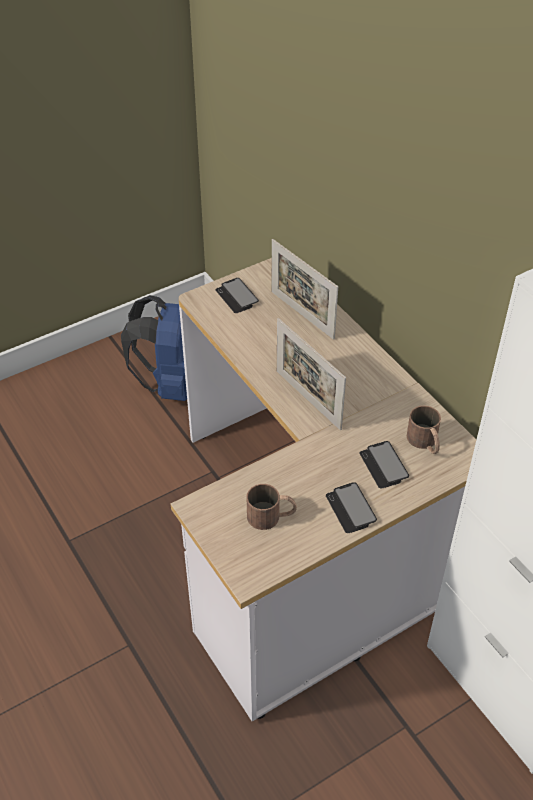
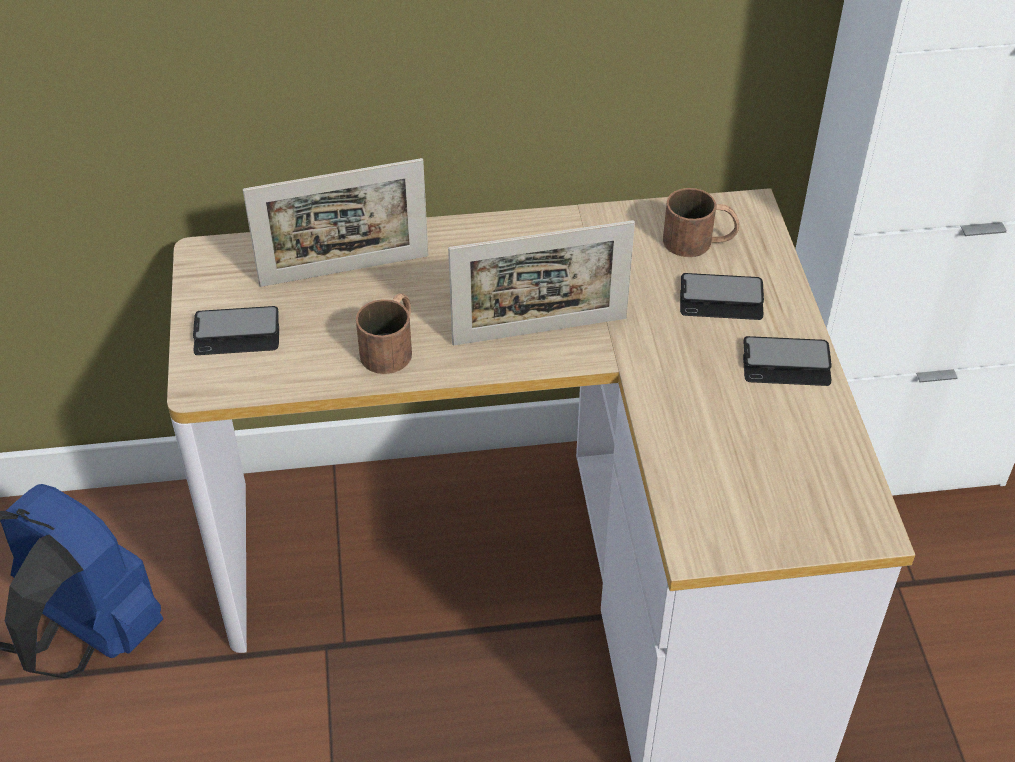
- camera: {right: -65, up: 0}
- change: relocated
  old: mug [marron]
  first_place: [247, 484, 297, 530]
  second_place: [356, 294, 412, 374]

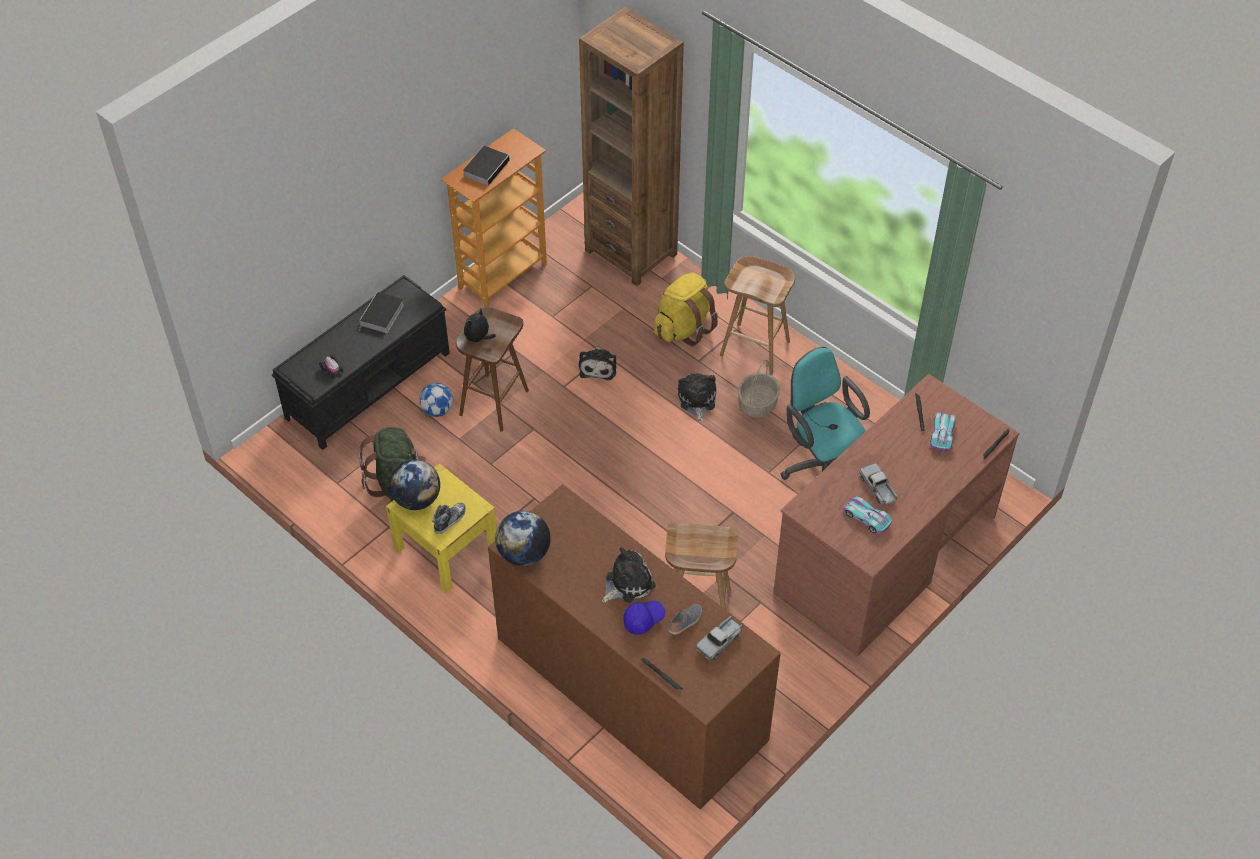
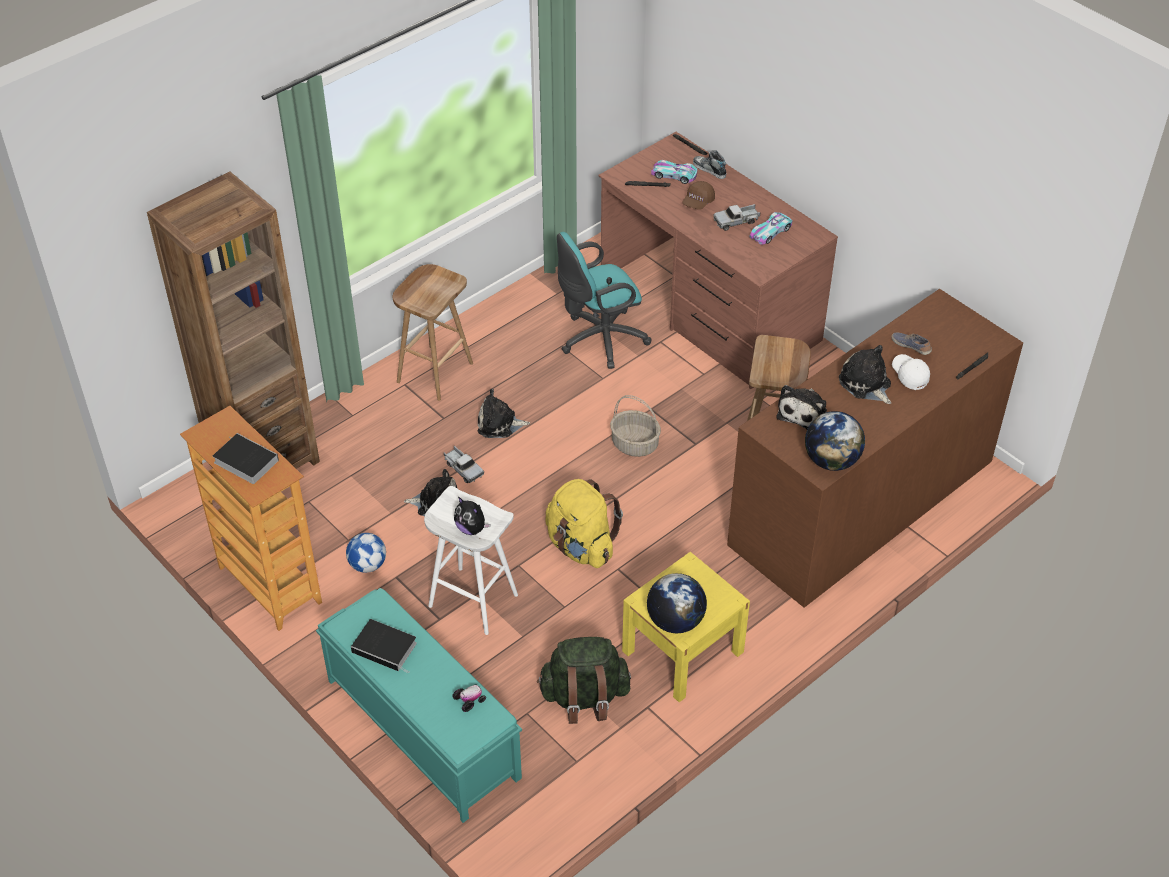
- camera: {right: -85, up: -5}
- change: colour
  old: banc [noir]
  new: banc [turquoise]
  first_place: [272, 275, 450, 450]
  second_place: [316, 588, 522, 823]
- change: relocated
  old: ballon de foot
  first_place: [419, 383, 453, 417]
  second_place: [346, 533, 386, 573]
- change: relocated
  old: chaussure
  first_place: [432, 503, 466, 534]
  second_place: [693, 150, 726, 179]
- change: colour
  old: tabouret [marron]
  new: tabouret [blanc]
  first_place: [456, 307, 529, 432]
  second_place: [424, 486, 518, 635]
- change: colour
  old: casquette [bleu]
  new: casquette [blanc]
  first_place: [623, 601, 665, 635]
  second_place: [892, 354, 930, 390]
- change: relocated
  old: sac à dos [jaune]
  first_place: [654, 272, 718, 346]
  second_place: [545, 479, 623, 568]
- change: relocated
  old: camion jouet
  first_place: [696, 615, 743, 660]
  second_place: [443, 446, 484, 483]
- change: relocated
  old: panier
  first_place: [738, 360, 780, 418]
  second_place: [610, 395, 661, 457]
- change: appeared
  new: casquette [marron]
  second_place: [682, 181, 715, 210]
- change: appeared
  new: peluche
  second_place: [776, 385, 827, 429]

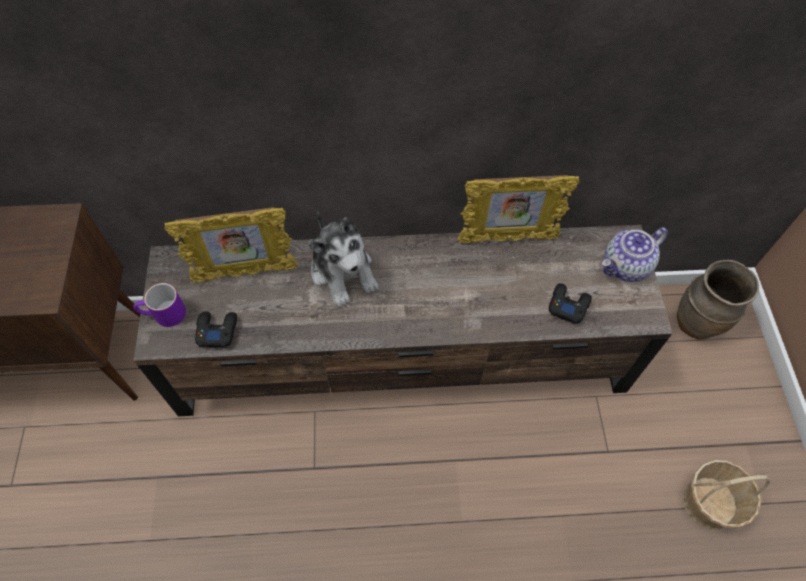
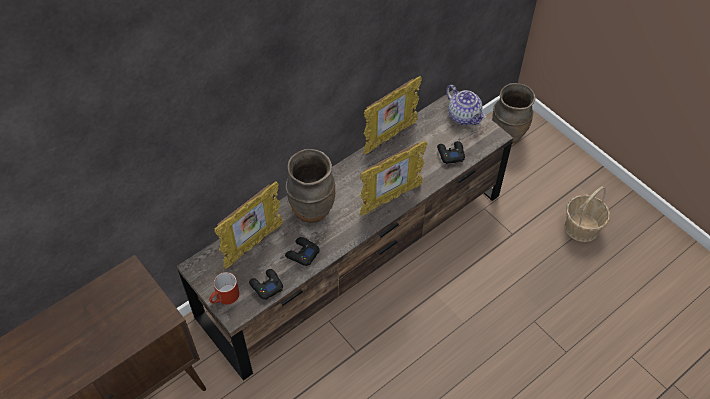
- camera: {right: -35, up: -5}
- change: colour
  old: mug [violet]
  new: mug [rouge]
  first_place: [133, 283, 186, 327]
  second_place: [209, 272, 240, 304]
- change: exchanged
  old: peluche
  new: vase [marron]
  first_place: [309, 212, 378, 307]
  second_place: [286, 149, 335, 223]
- change: spun
  old: théière
  first_place: [602, 227, 668, 282]
  second_place: [446, 85, 486, 125]
  degrees: -60
- change: appeared
  new: manette [noir]
  second_place: [285, 237, 320, 266]
- change: appeared
  new: cadre photo
  second_place: [360, 141, 427, 216]

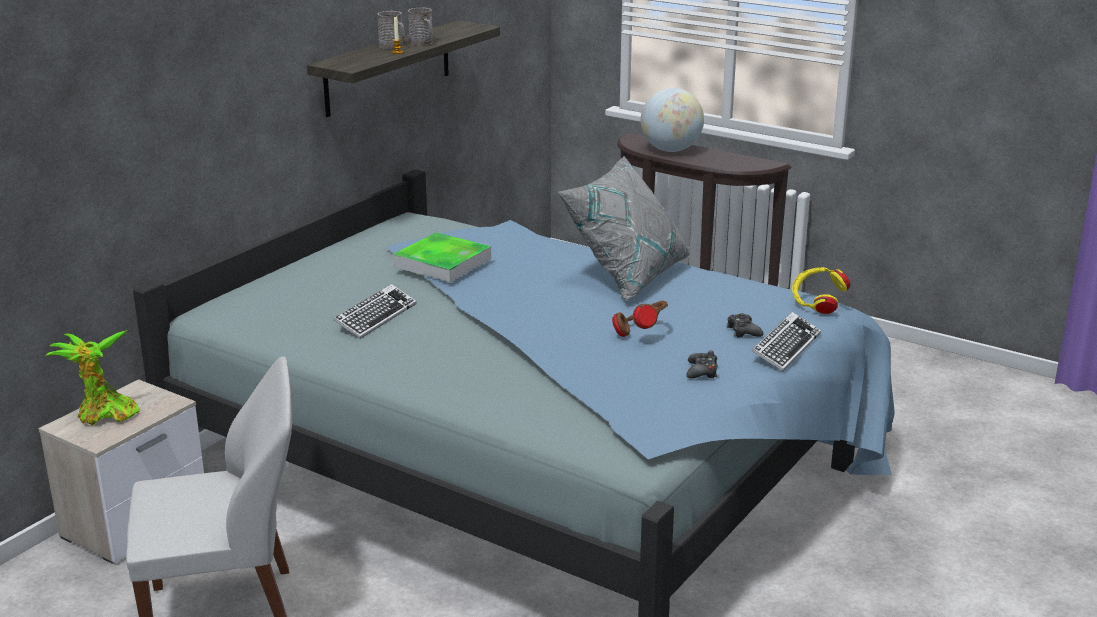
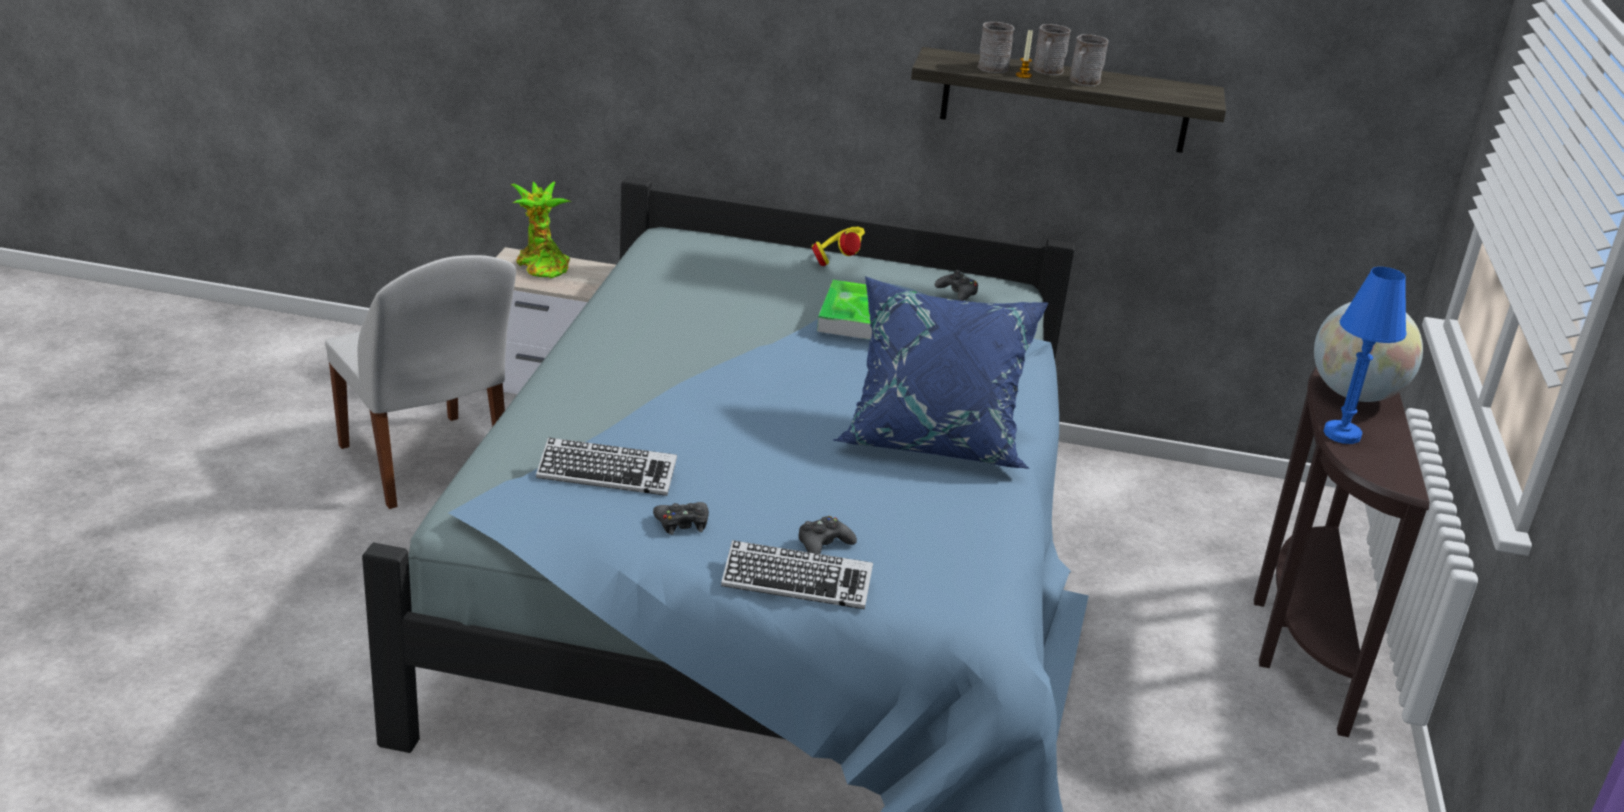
- camera: {right: 65, up: 5}
- change: relocated
  old: clavier
  first_place: [333, 284, 416, 339]
  second_place: [536, 437, 677, 496]
- change: colour
  old: coussin [gris]
  new: coussin [bleu]
  first_place: [558, 156, 689, 301]
  second_place: [833, 276, 1048, 469]
- change: missing
  old: casque audio [marron]
  first_place: [612, 301, 668, 337]
- change: relocated
  old: casque audio [jaune]
  first_place: [792, 267, 850, 314]
  second_place: [811, 227, 865, 266]
- change: appeared
  new: manette [noir]
  second_place: [935, 270, 978, 301]
- change: appeared
  new: mug [gris]
  second_place: [978, 22, 1015, 73]
- change: appeared
  new: lampe de table [bleu]
  second_place: [1324, 267, 1407, 444]

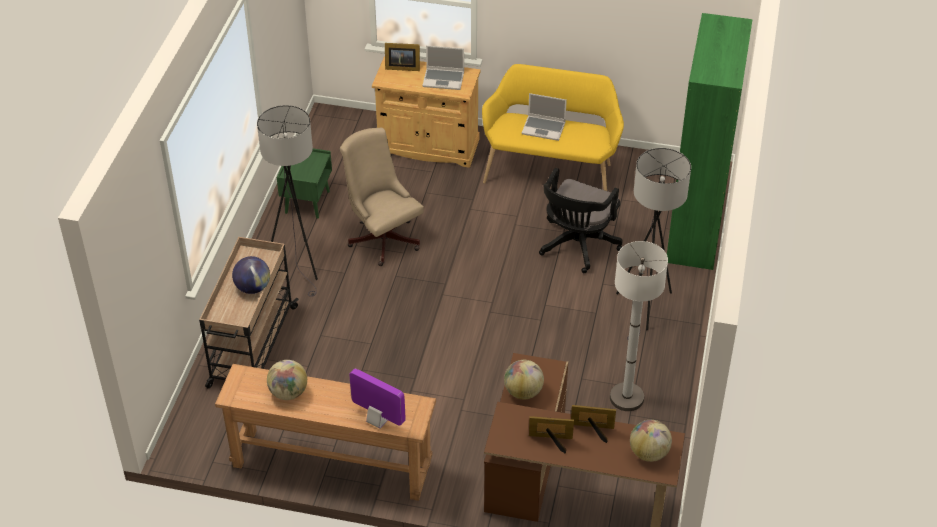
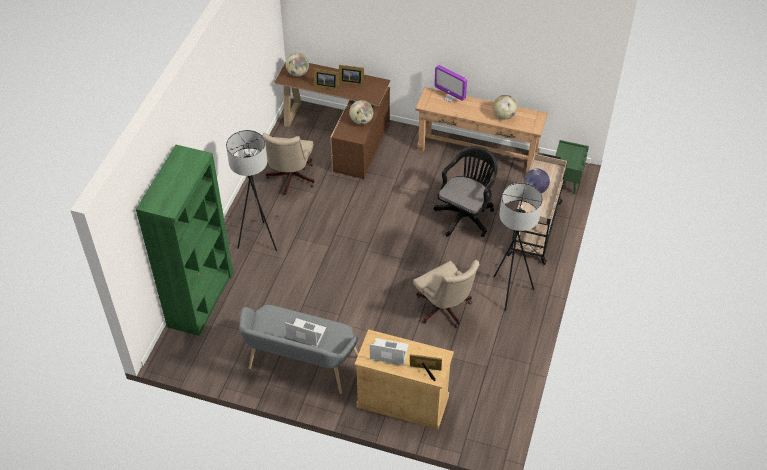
- camera: {right: -175, up: 5}
- change: relocated
  old: table de chevet [vert]
  first_place: [277, 148, 332, 219]
  second_place: [555, 140, 589, 194]
- change: colour
  old: banc [jaune]
  new: banc [gris]
  first_place: [482, 64, 624, 191]
  second_place: [239, 304, 358, 394]
- change: relocated
  old: chaise de bureau [noir]
  first_place: [539, 168, 623, 273]
  second_place: [434, 146, 498, 237]
- change: exchanged
  old: lampadaire [blanc]
  new: chaise de bureau [beige]
  first_place: [610, 241, 668, 411]
  second_place: [262, 133, 315, 195]

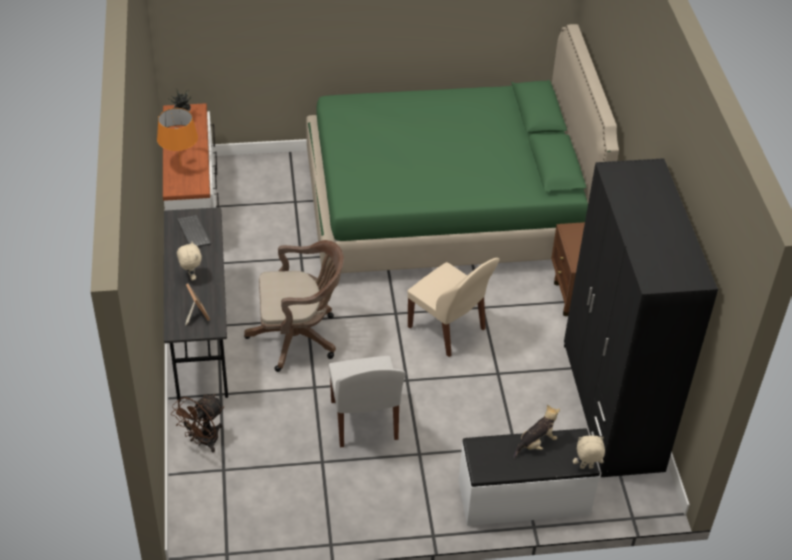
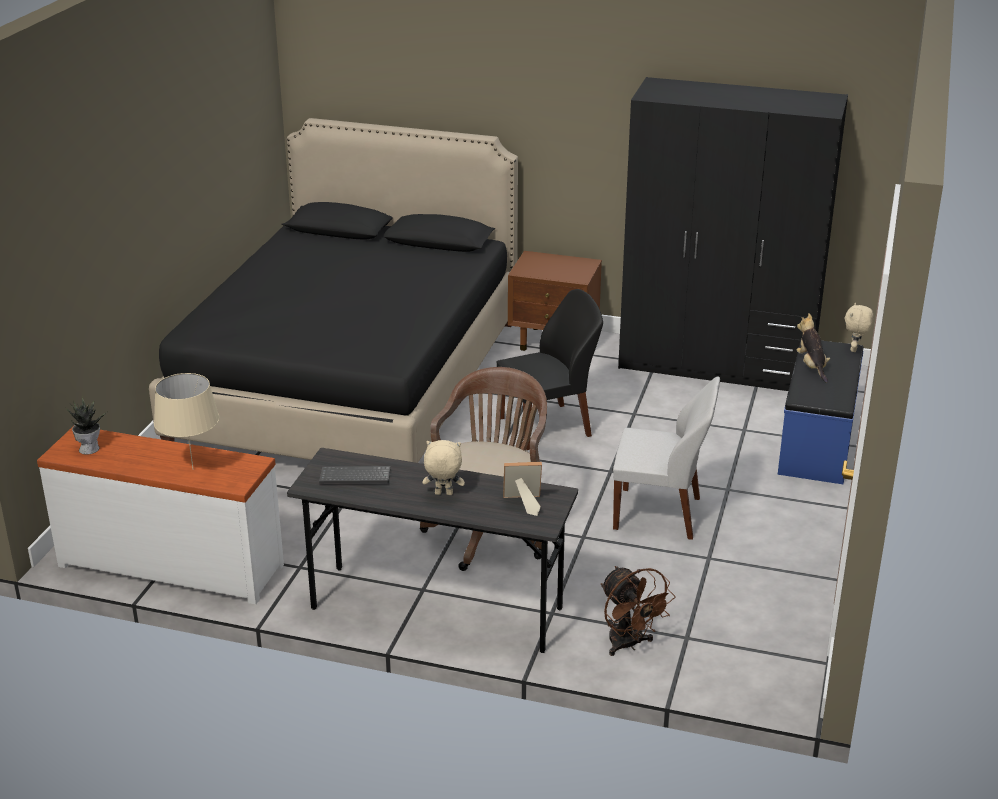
- camera: {right: -65, up: -15}
- change: colour
  old: lampe de table [orange]
  new: lampe de table [beige]
  first_place: [157, 108, 198, 167]
  second_place: [154, 373, 219, 469]
- change: colour
  old: lit [vert]
  new: lit [noir]
  first_place: [306, 24, 619, 273]
  second_place: [149, 118, 518, 463]
- change: colour
  old: chaise [beige]
  new: chaise [noir]
  first_place: [407, 258, 499, 357]
  second_place: [496, 289, 603, 450]
- change: colour
  old: banc [blanc]
  new: banc [bleu]
  first_place: [458, 428, 600, 526]
  second_place: [778, 338, 863, 484]

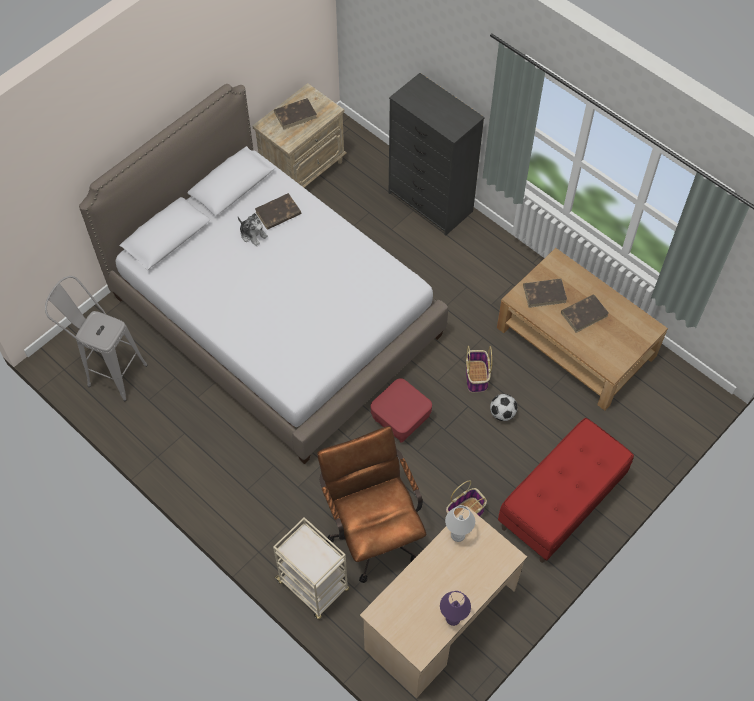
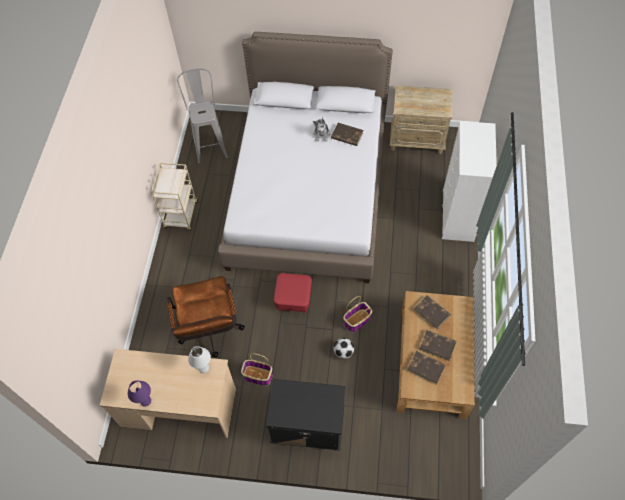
- camera: {right: 55, up: 0}
- change: relocated
  old: chariot [beige]
  first_place: [273, 517, 349, 620]
  second_place: [151, 163, 198, 231]
- change: relocated
  old: livre [marron]
  first_place: [274, 98, 317, 130]
  second_place: [407, 351, 446, 385]
- change: spun
  old: chaise de bureau [marron]
  first_place: [317, 426, 426, 583]
  second_place: [167, 276, 245, 357]
  degrees: 135
- change: colour
  old: commode [noir]
  new: commode [blanc]
  first_place: [389, 73, 485, 236]
  second_place: [442, 121, 497, 242]
- change: exchanged
  old: banc [rouge]
  new: table de chevet [noir]
  first_place: [498, 418, 634, 563]
  second_place: [266, 379, 345, 451]

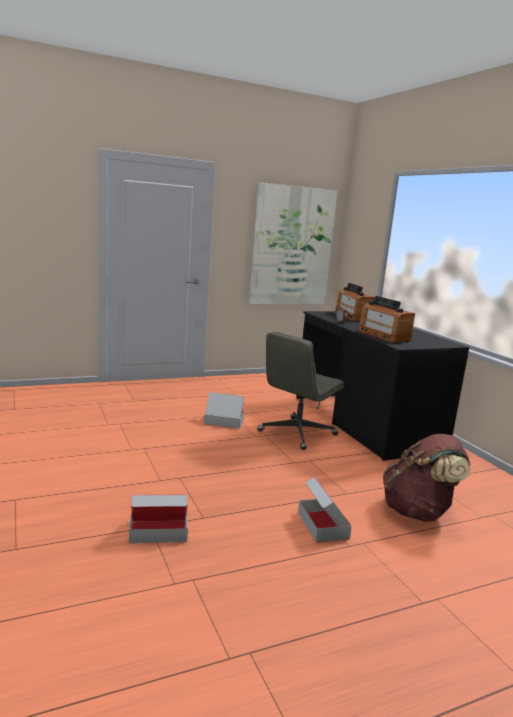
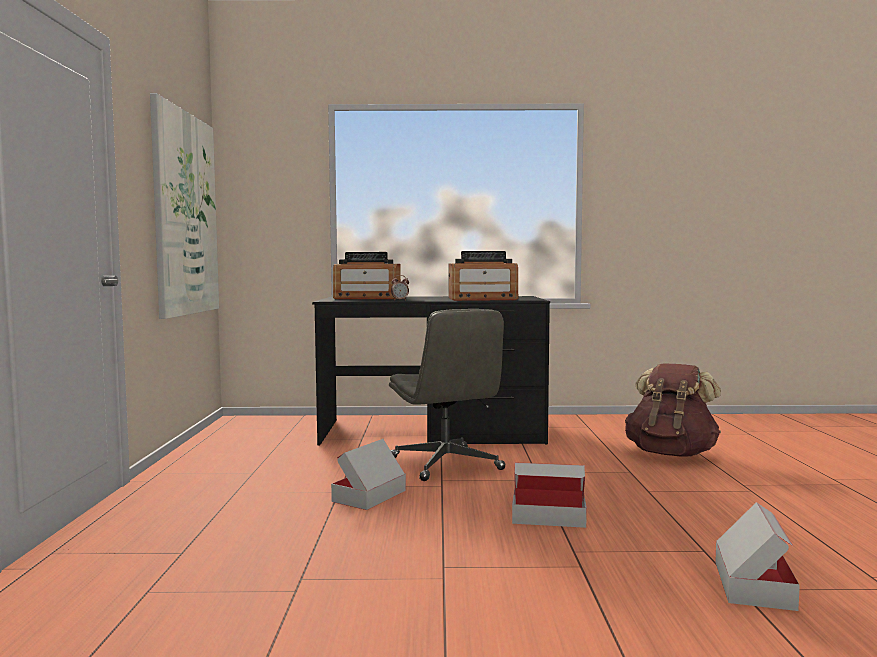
- camera: {right: -65, up: -10}
- change: relocated
  old: carton
  first_place: [298, 477, 352, 542]
  second_place: [512, 463, 587, 528]

